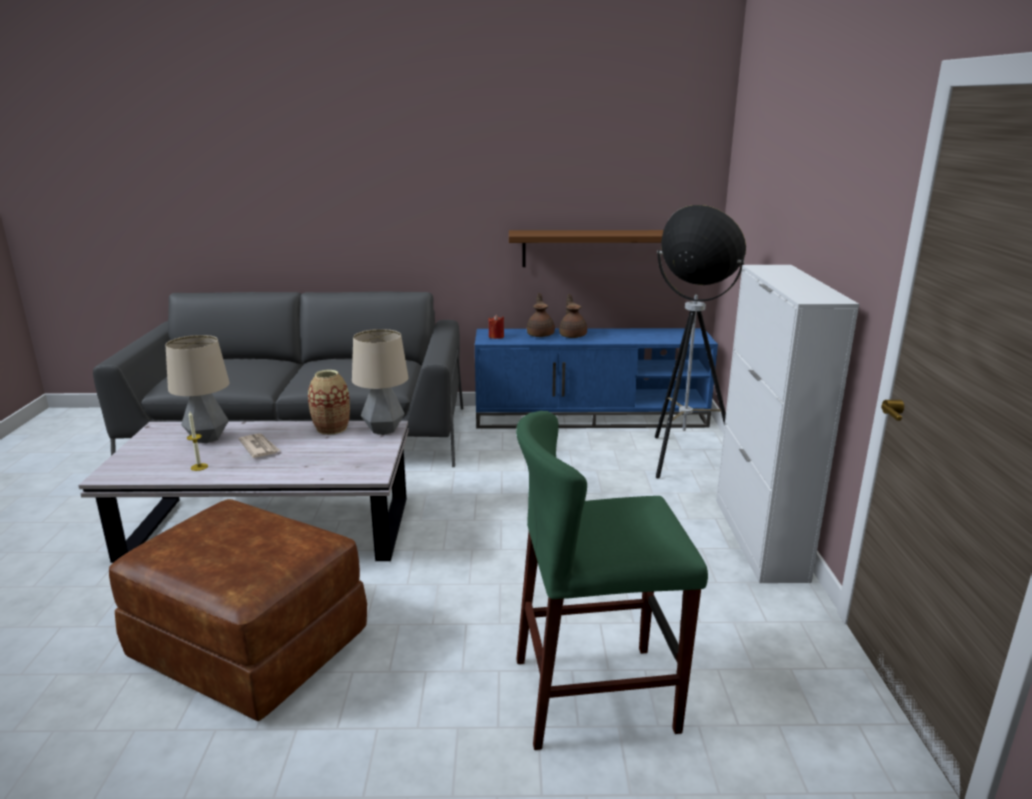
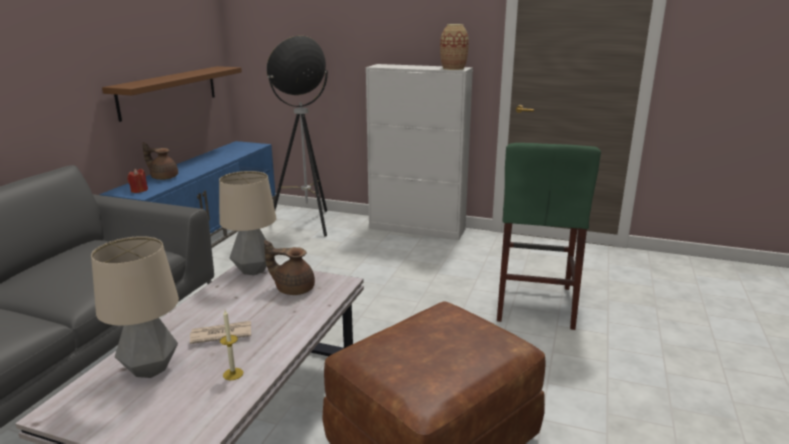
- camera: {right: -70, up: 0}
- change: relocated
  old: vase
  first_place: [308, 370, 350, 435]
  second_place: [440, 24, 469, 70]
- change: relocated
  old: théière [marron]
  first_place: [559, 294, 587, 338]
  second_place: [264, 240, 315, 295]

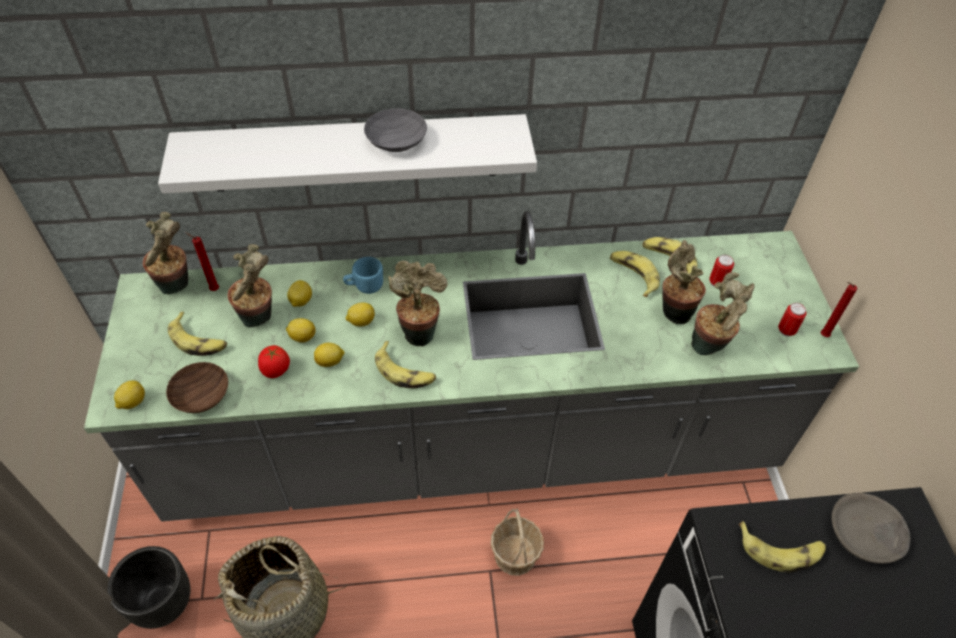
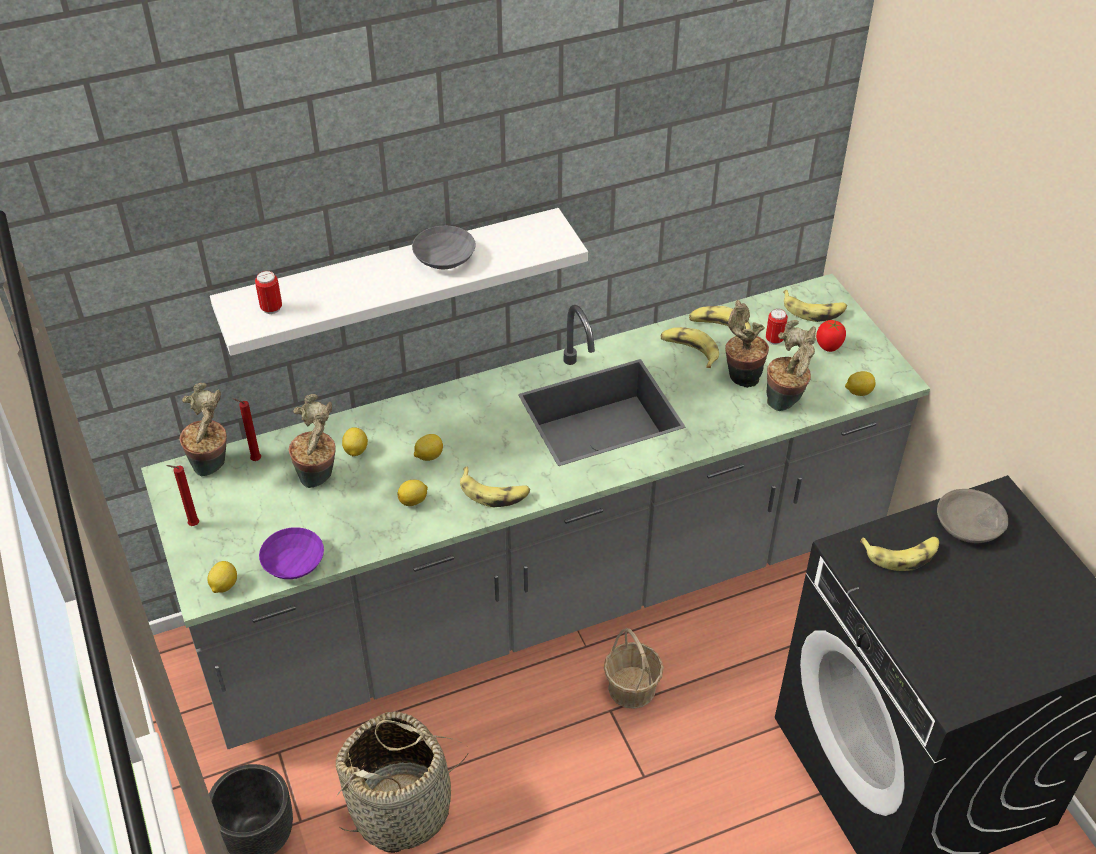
- camera: {right: -15, up: -5}
- change: colour
  old: bol [marron]
  new: bol [violet]
  first_place: [166, 362, 228, 413]
  second_place: [259, 527, 324, 579]
- change: relocated
  old: banane
  first_place: [168, 312, 227, 356]
  second_place: [783, 290, 847, 322]
- change: relocated
  old: tomate
  first_place: [258, 345, 290, 378]
  second_place: [816, 320, 846, 352]
- change: relocated
  old: citron
  first_place: [286, 318, 315, 343]
  second_place: [845, 371, 875, 396]
- change: missing
  old: mug [bleu]
  first_place: [343, 257, 383, 294]
- change: missing
  old: plante en pot
  first_place: [388, 261, 448, 346]
- change: relocated
  old: boîte métallique
  first_place: [778, 303, 807, 337]
  second_place: [255, 271, 282, 314]
- change: relocated
  old: bougie [rouge]
  first_place: [821, 282, 857, 337]
  second_place: [166, 465, 199, 526]

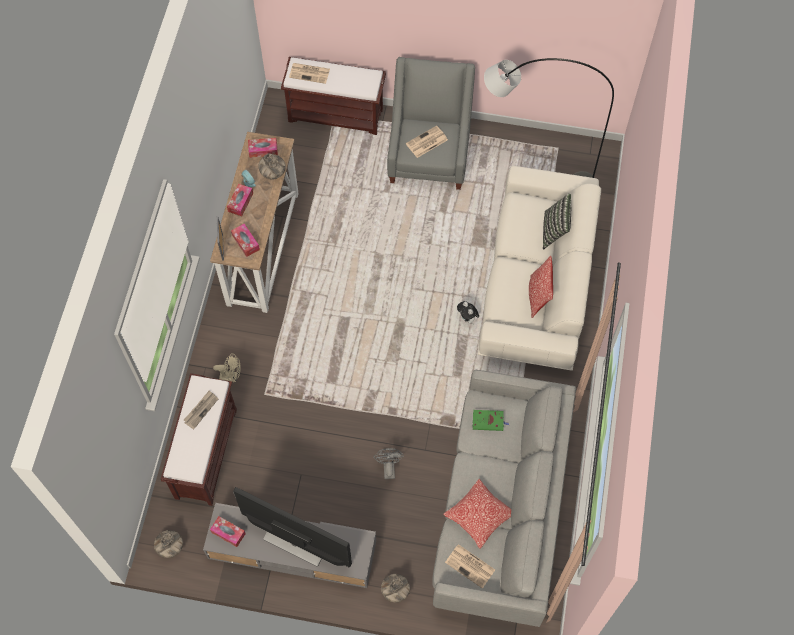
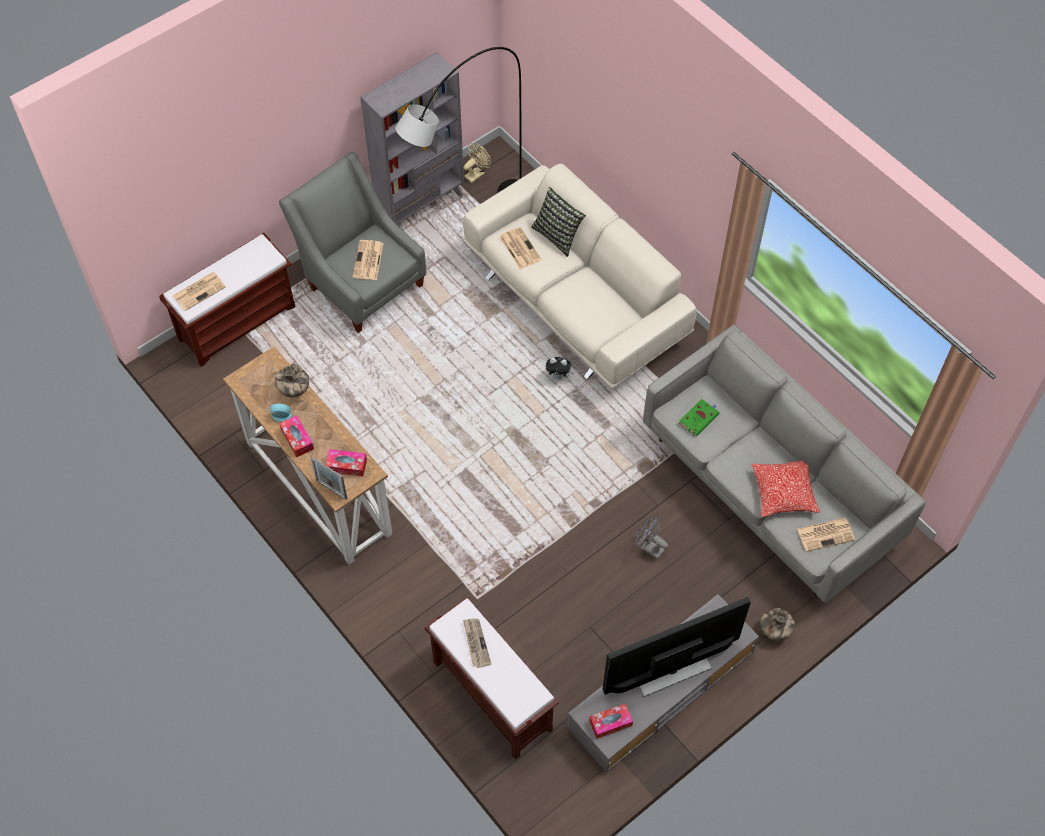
- camera: {right: -50, up: -5}
- change: missing
  old: vase
  first_place: [154, 530, 183, 558]
- change: relocated
  old: ventilateur [beige]
  first_place: [213, 353, 241, 383]
  second_place: [463, 143, 491, 183]
- change: missing
  old: boîte à mouchoirs
  first_place: [248, 138, 278, 158]
- change: missing
  old: coussin
  first_place: [529, 256, 553, 318]
- change: appeared
  new: bibliothèque [gris]
  second_place: [361, 52, 464, 227]
- change: appeared
  new: journal
  second_place: [500, 227, 542, 269]

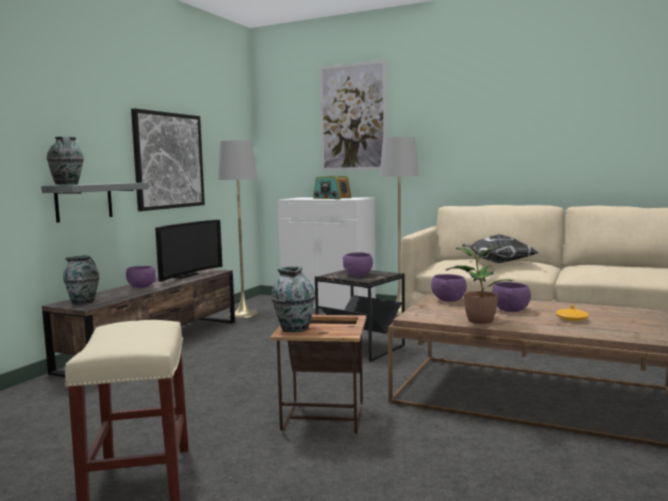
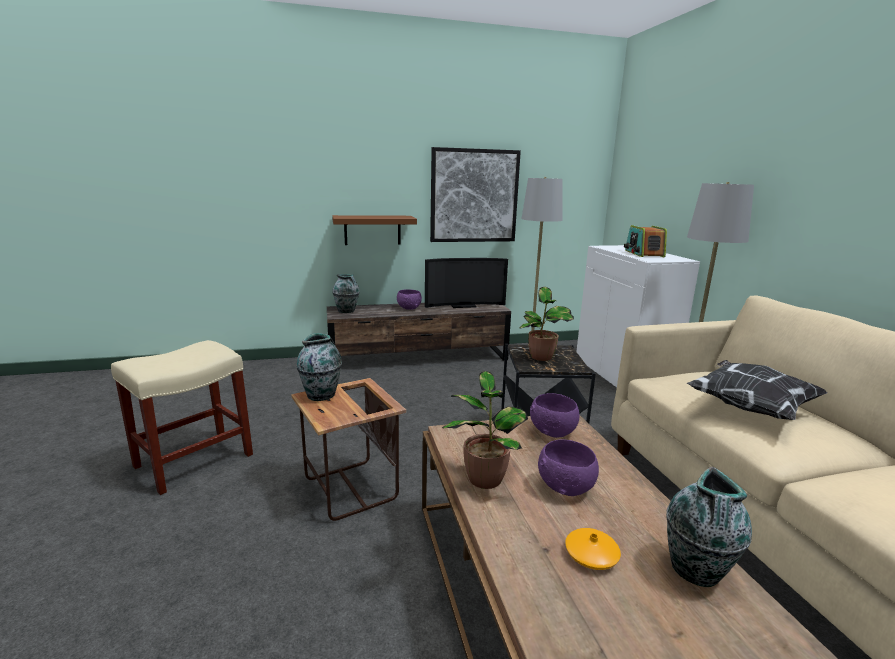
- camera: {right: 50, up: 10}
- change: colour
  old: étagère [gris]
  new: étagère [marron]
  first_place: [41, 183, 149, 223]
  second_place: [332, 215, 417, 245]
- change: relocated
  old: vase
  first_place: [47, 136, 84, 185]
  second_place: [666, 467, 752, 587]
- change: missing
  old: tableau
  first_place: [319, 60, 387, 171]
- change: exchanged
  old: bol [violet]
  new: plante en pot
  first_place: [342, 252, 373, 277]
  second_place: [520, 287, 574, 361]

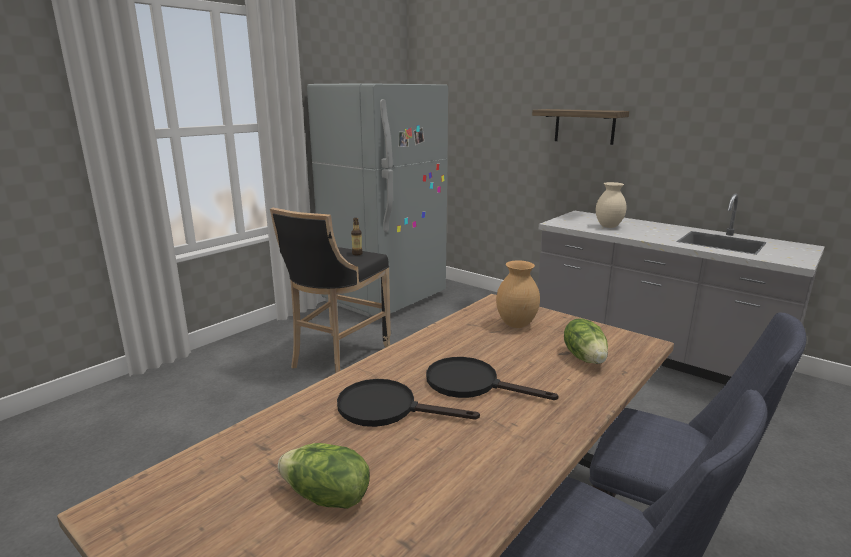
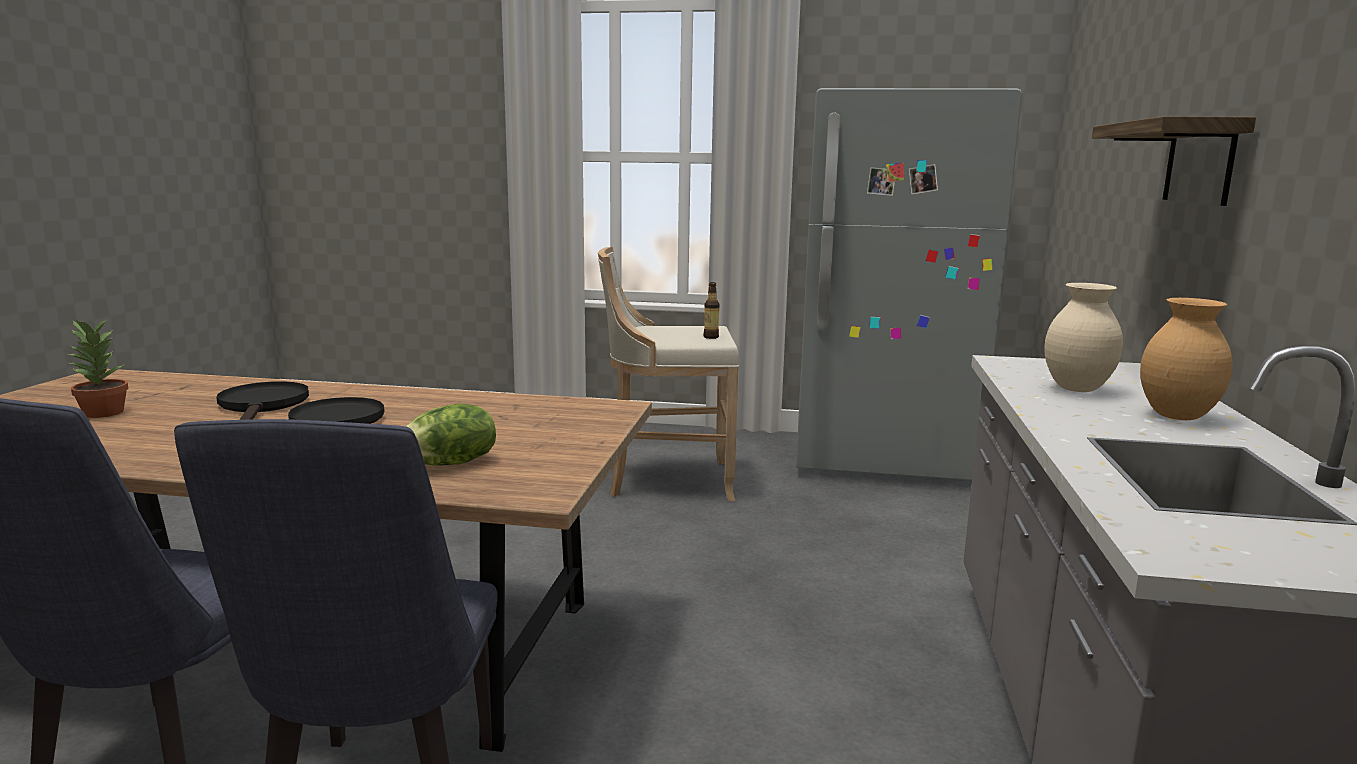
- camera: {right: 60, up: -5}
- change: colour
  old: tabouret [noir]
  new: tabouret [beige]
  first_place: [270, 208, 391, 373]
  second_place: [598, 247, 739, 501]
- change: exchanged
  old: laitue
  new: plante en pot
  first_place: [278, 443, 370, 509]
  second_place: [67, 320, 129, 418]
- change: relocated
  old: vase [marron]
  first_place: [496, 261, 540, 328]
  second_place: [1140, 298, 1233, 420]

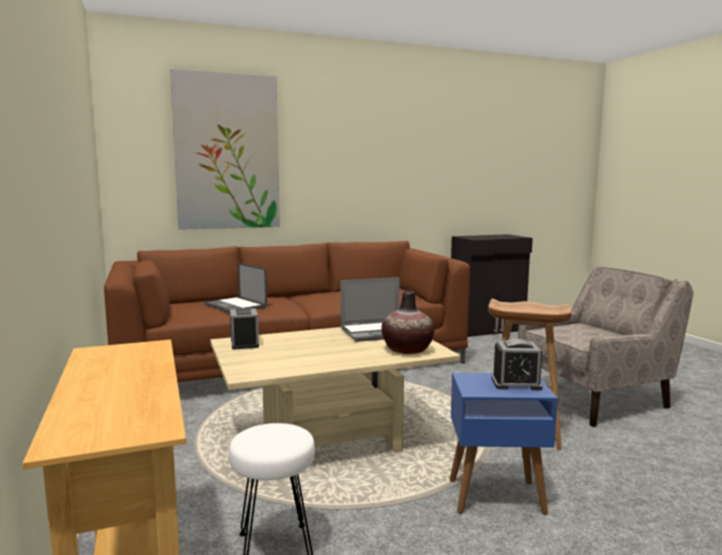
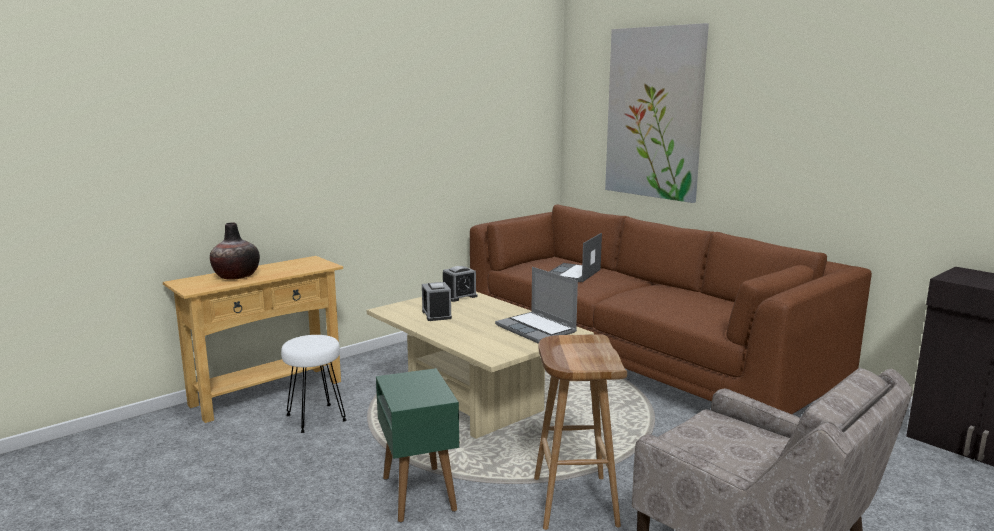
- camera: {right: 70, up: 5}
- change: relocated
  old: vase
  first_place: [382, 290, 434, 354]
  second_place: [210, 222, 260, 280]
- change: colour
  old: table d'appoint [bleu]
  new: table d'appoint [vert]
  first_place: [450, 373, 558, 515]
  second_place: [376, 368, 460, 522]
- change: relocated
  old: réveil
  first_place: [491, 339, 543, 390]
  second_place: [422, 282, 452, 321]

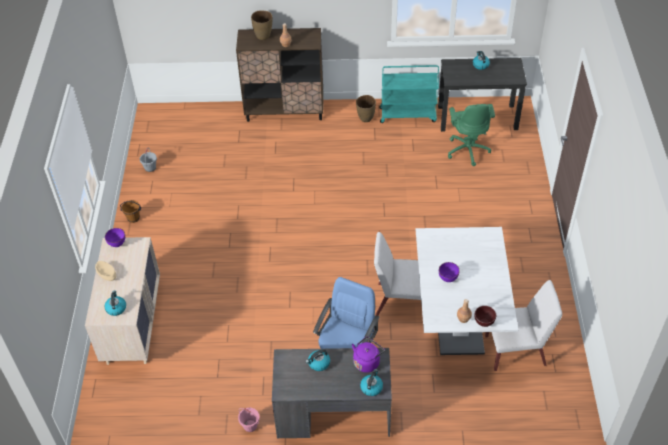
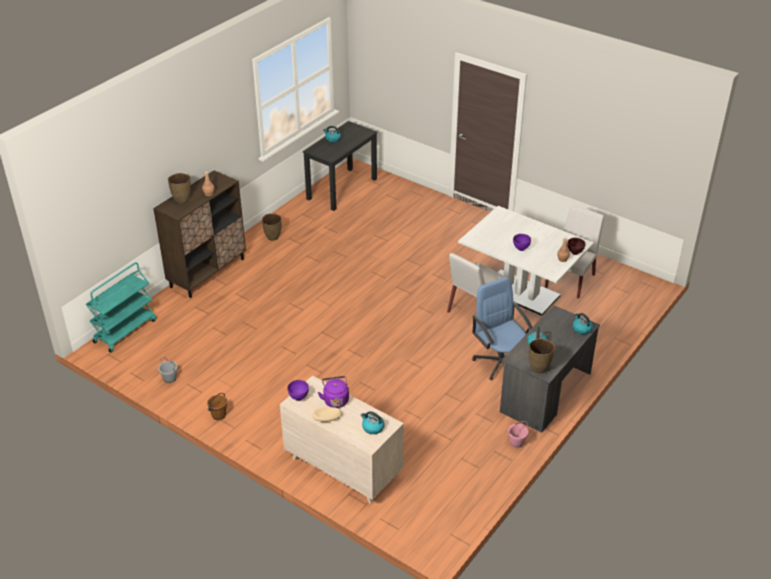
- camera: {right: -55, up: -10}
- change: relocated
  old: bouilloire [violet]
  first_place: [352, 337, 385, 373]
  second_place: [318, 376, 349, 408]
- change: relocated
  old: chariot [turquoise]
  first_place: [379, 65, 439, 123]
  second_place: [86, 262, 156, 353]
- change: missing
  old: chaise de bureau [vert]
  first_place: [448, 104, 495, 166]
- change: appeared
  new: vase [marron]
  second_place: [529, 338, 555, 373]

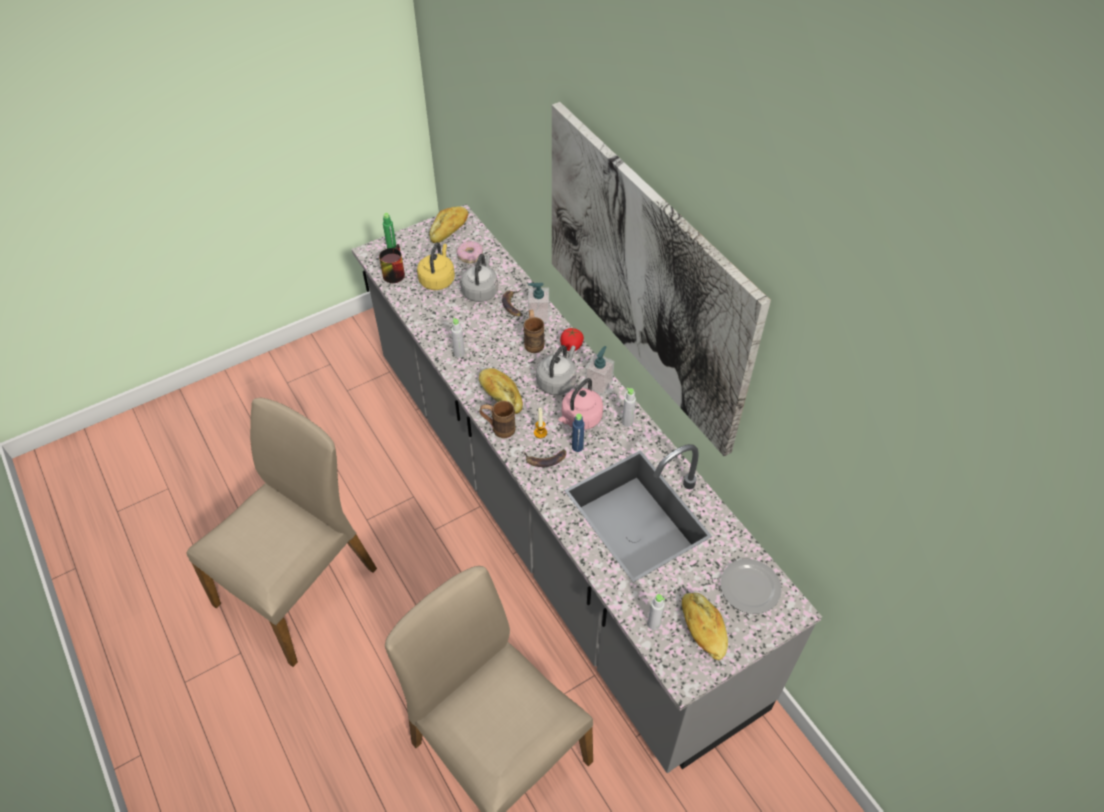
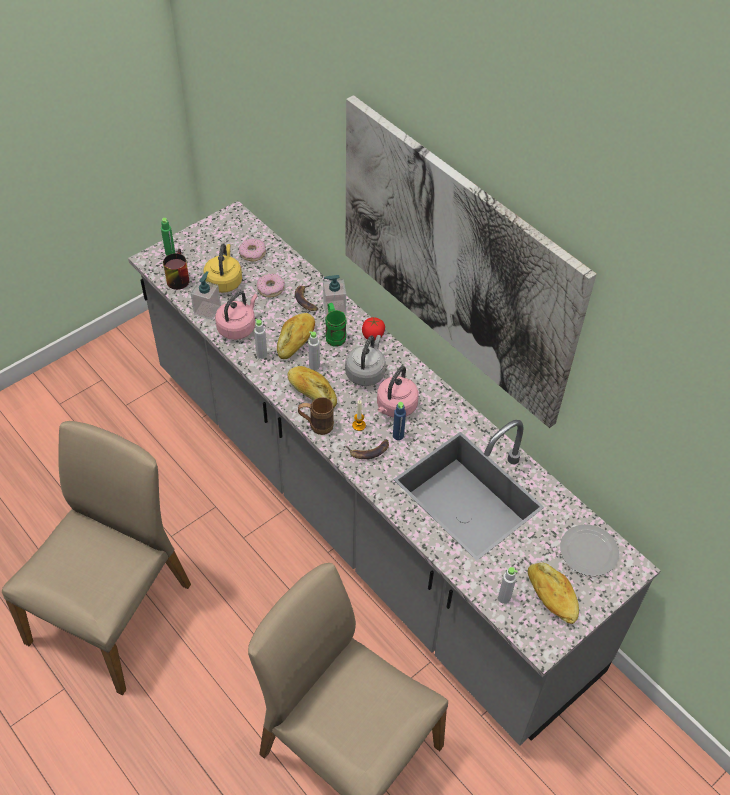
- camera: {right: -10, up: 0}
- change: relocated
  old: pain
  first_place: [429, 207, 468, 243]
  second_place: [277, 313, 315, 359]
- change: exchanged
  old: bouilloire [gris]
  new: beignet
  first_place: [461, 254, 498, 302]
  second_place: [257, 273, 285, 297]
- change: colour
  old: mug [marron]
  new: mug [vert]
  first_place: [524, 310, 545, 353]
  second_place: [325, 303, 346, 347]
- change: relocated
  old: distributeur de savon
  first_place: [585, 346, 614, 395]
  second_place: [191, 271, 221, 320]
- change: relocated
  old: bouteille [gris]
  first_place: [622, 387, 636, 427]
  second_place: [308, 331, 320, 370]
- change: appeared
  new: bouilloire [rose]
  second_place: [215, 291, 258, 340]

